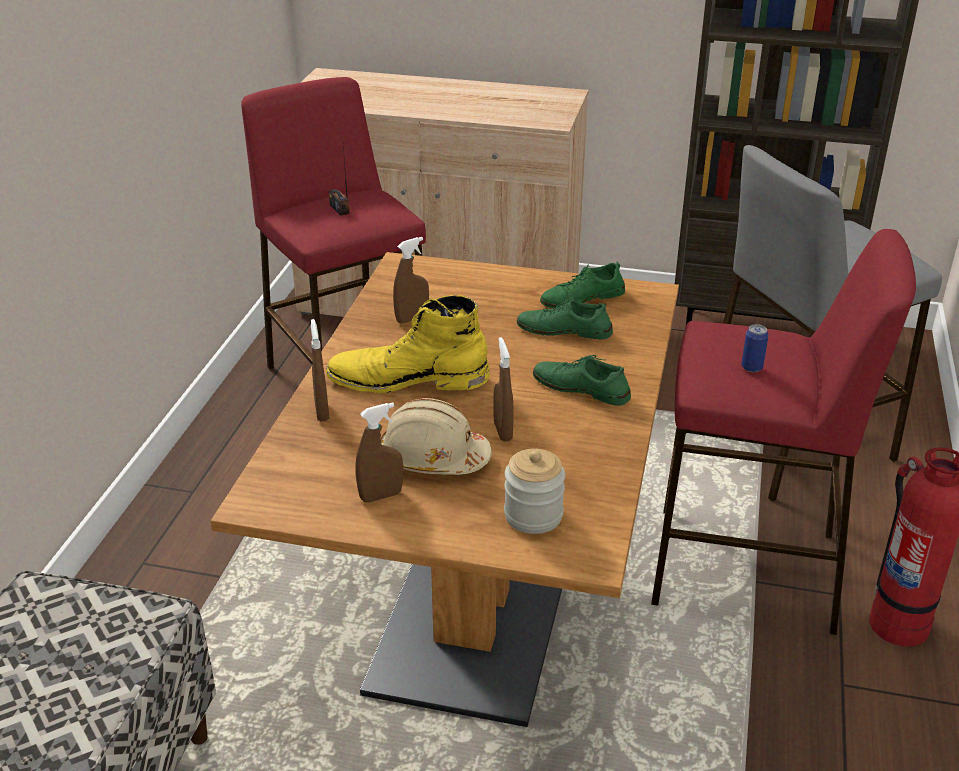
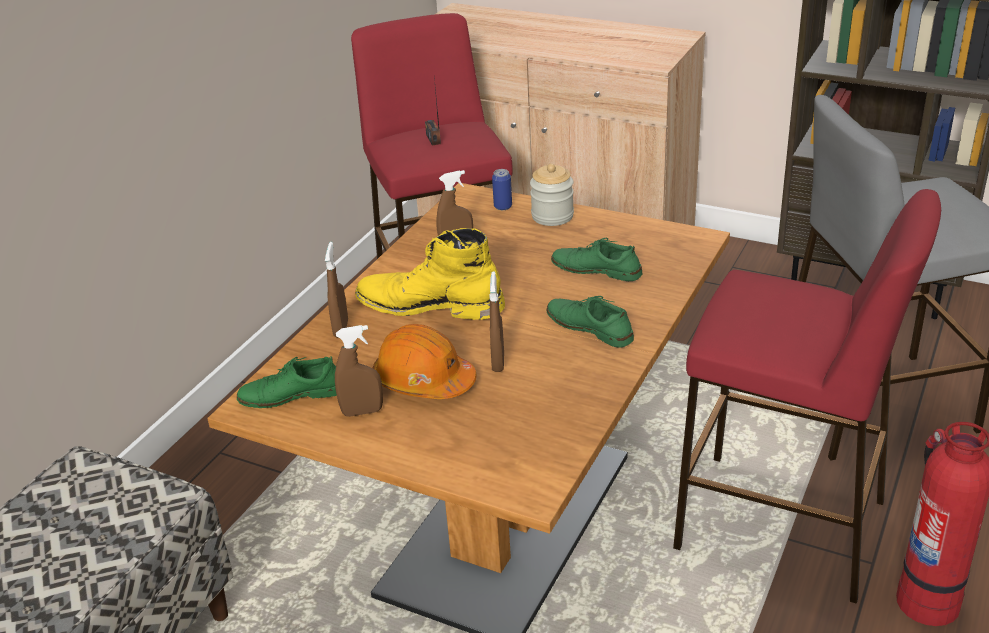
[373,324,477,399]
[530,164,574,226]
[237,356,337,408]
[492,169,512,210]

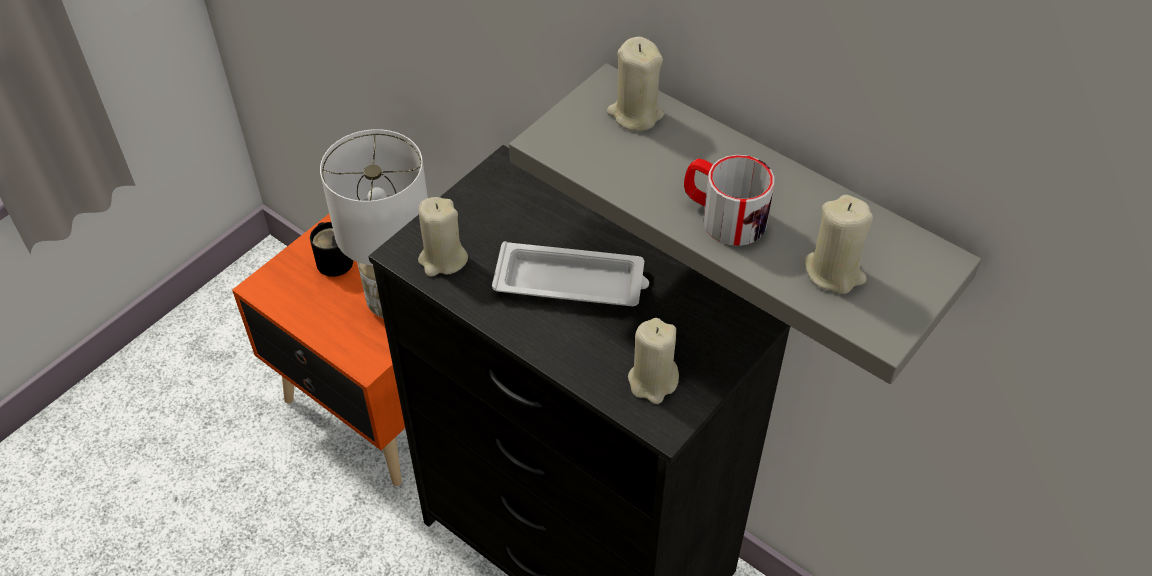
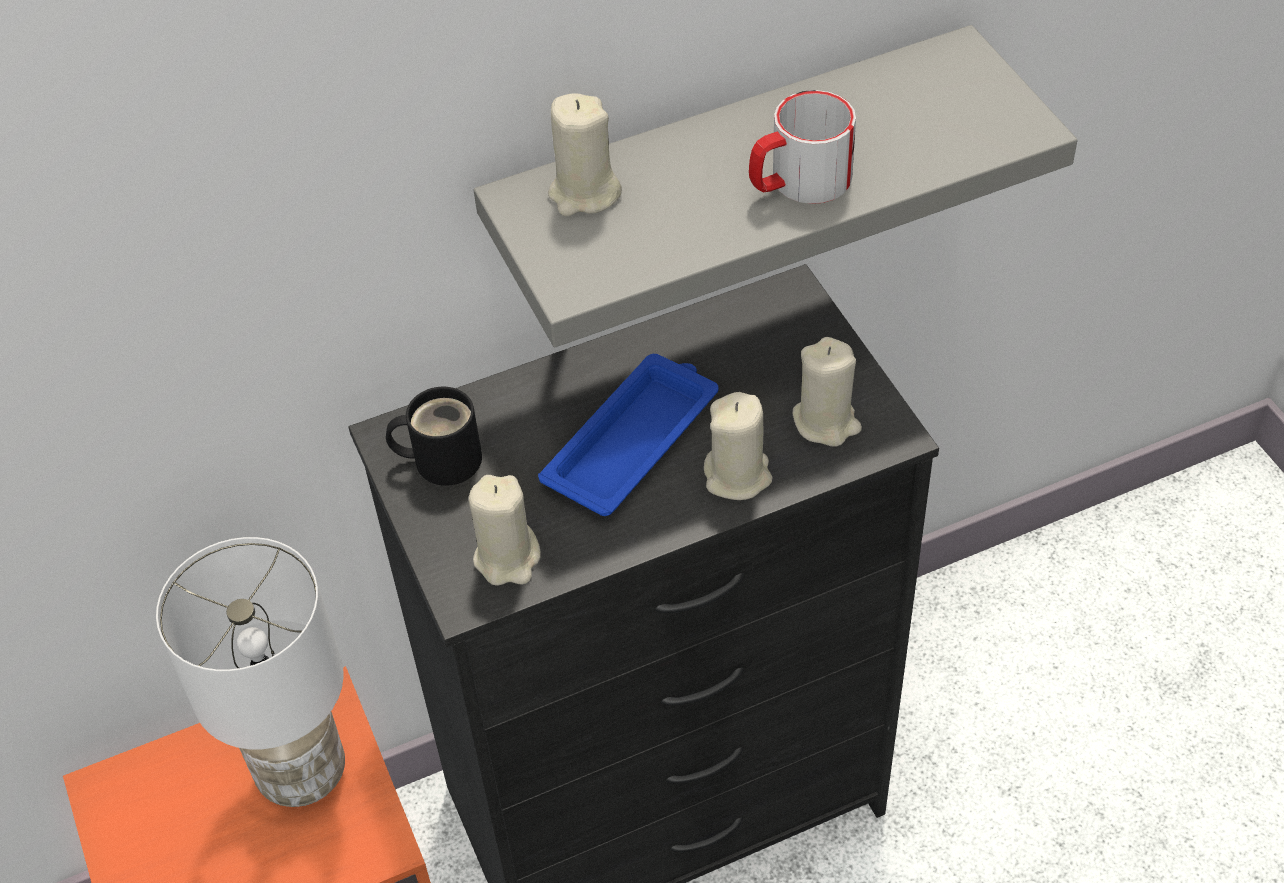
[386,387,482,486]
[538,354,719,516]
[704,392,773,500]

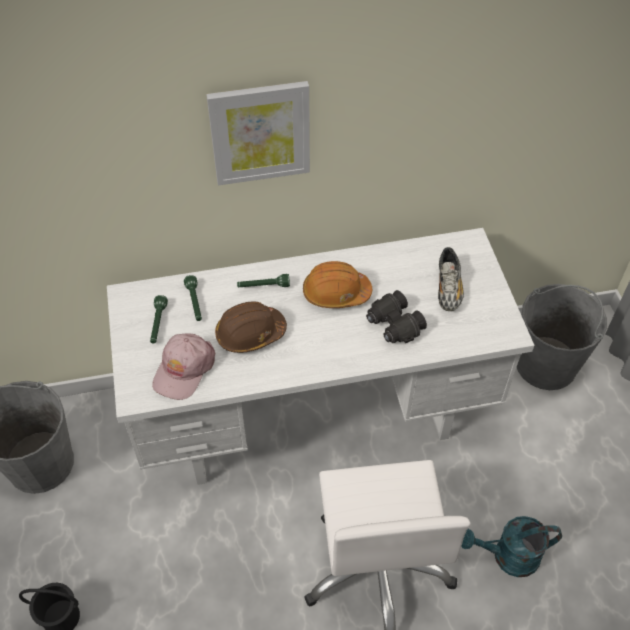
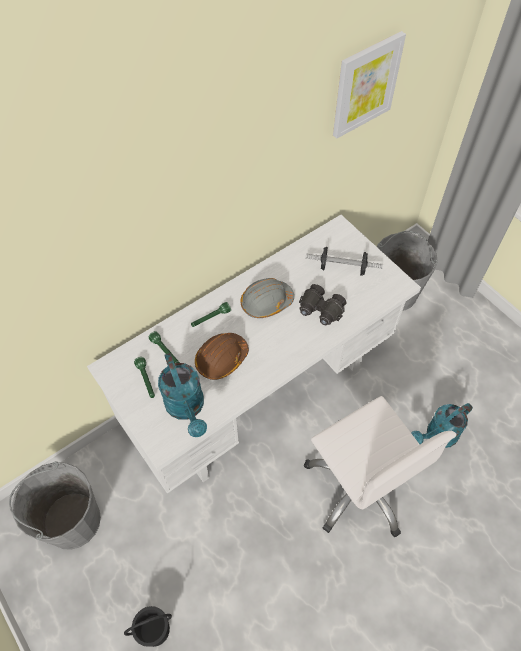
[158,353,207,437]
[333,31,406,139]
[240,278,294,318]
[305,247,383,276]

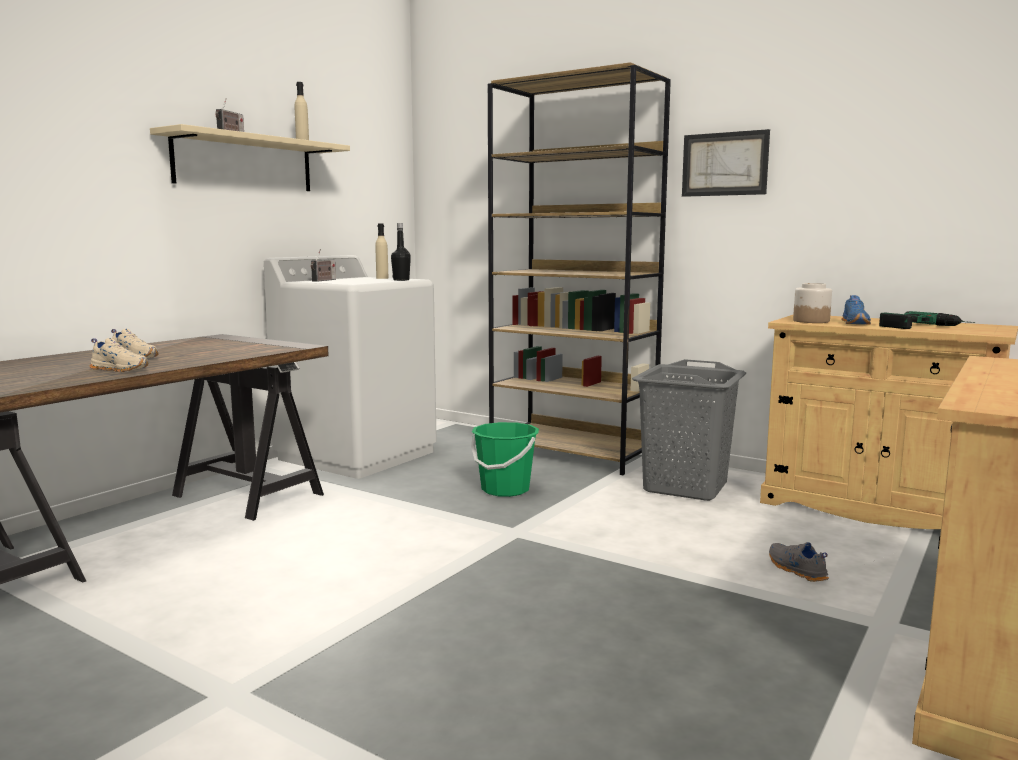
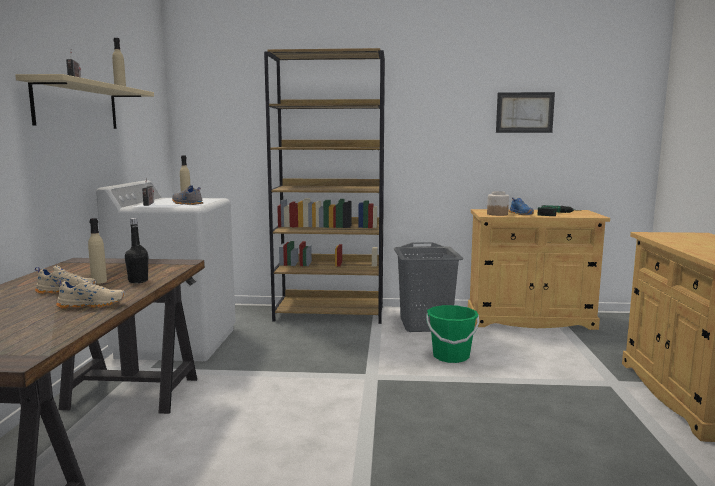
[125,218,148,283]
[426,305,479,363]
[496,92,555,133]
[172,185,204,205]
[88,218,107,284]

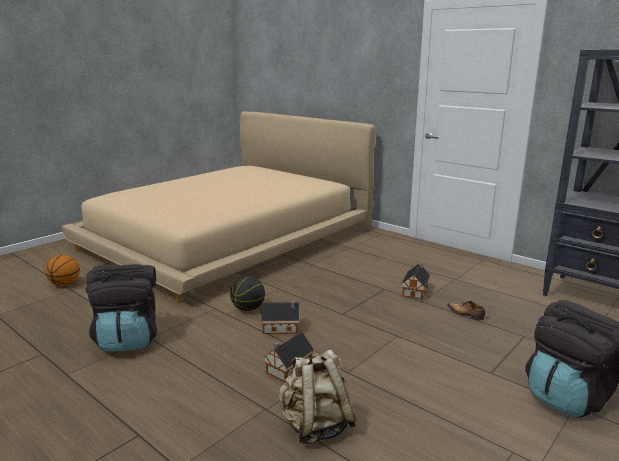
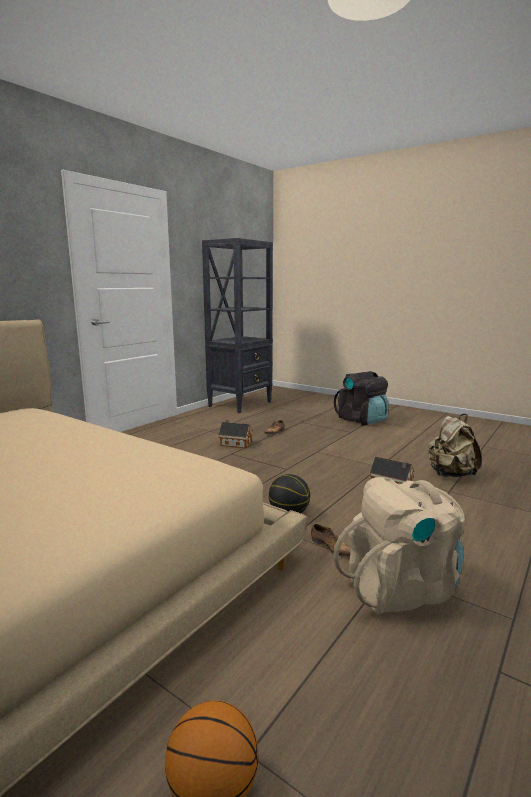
[333,477,465,614]
[261,301,299,334] (first image)
[311,524,351,557]

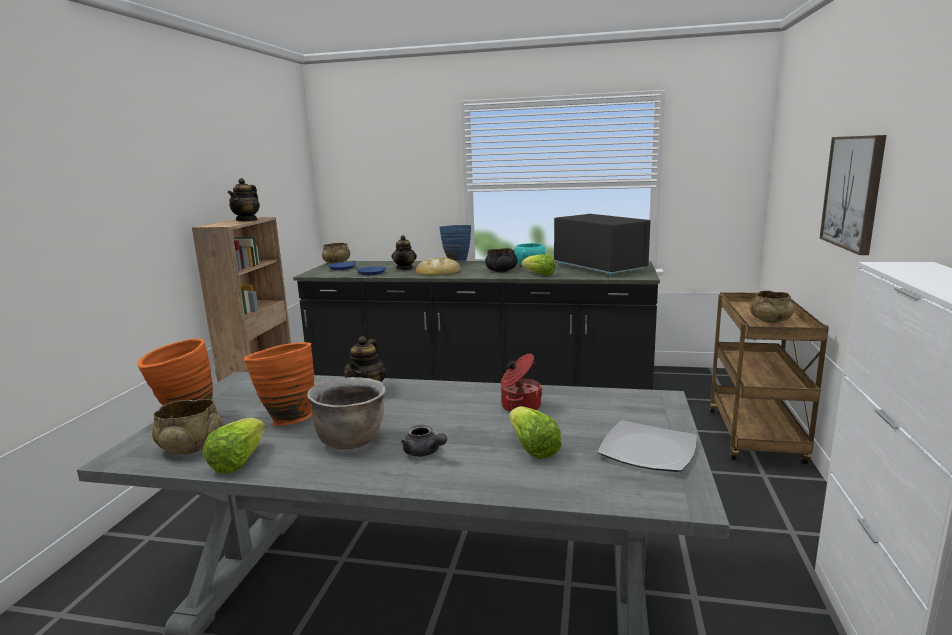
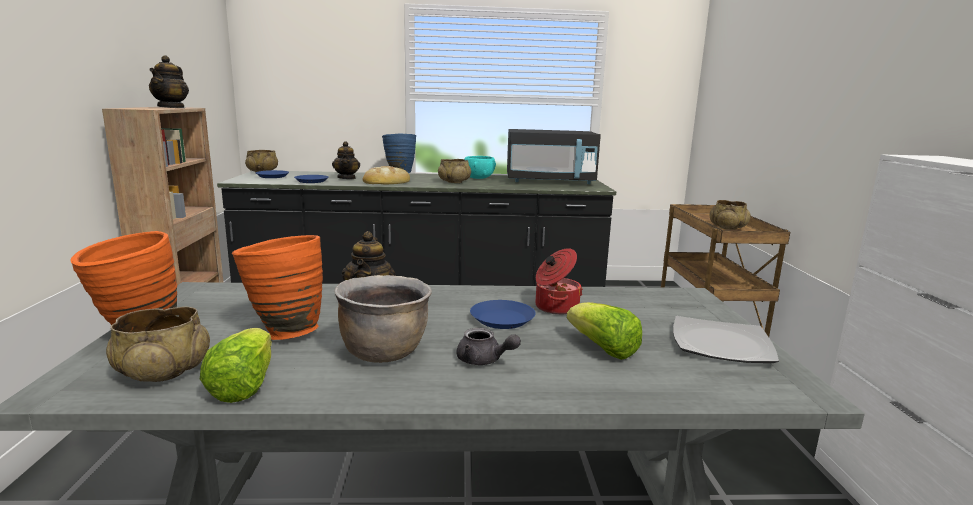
[438,159,471,183]
[521,254,556,276] (first image)
[507,129,601,184]
[819,135,886,255] (first image)
[470,300,536,329]

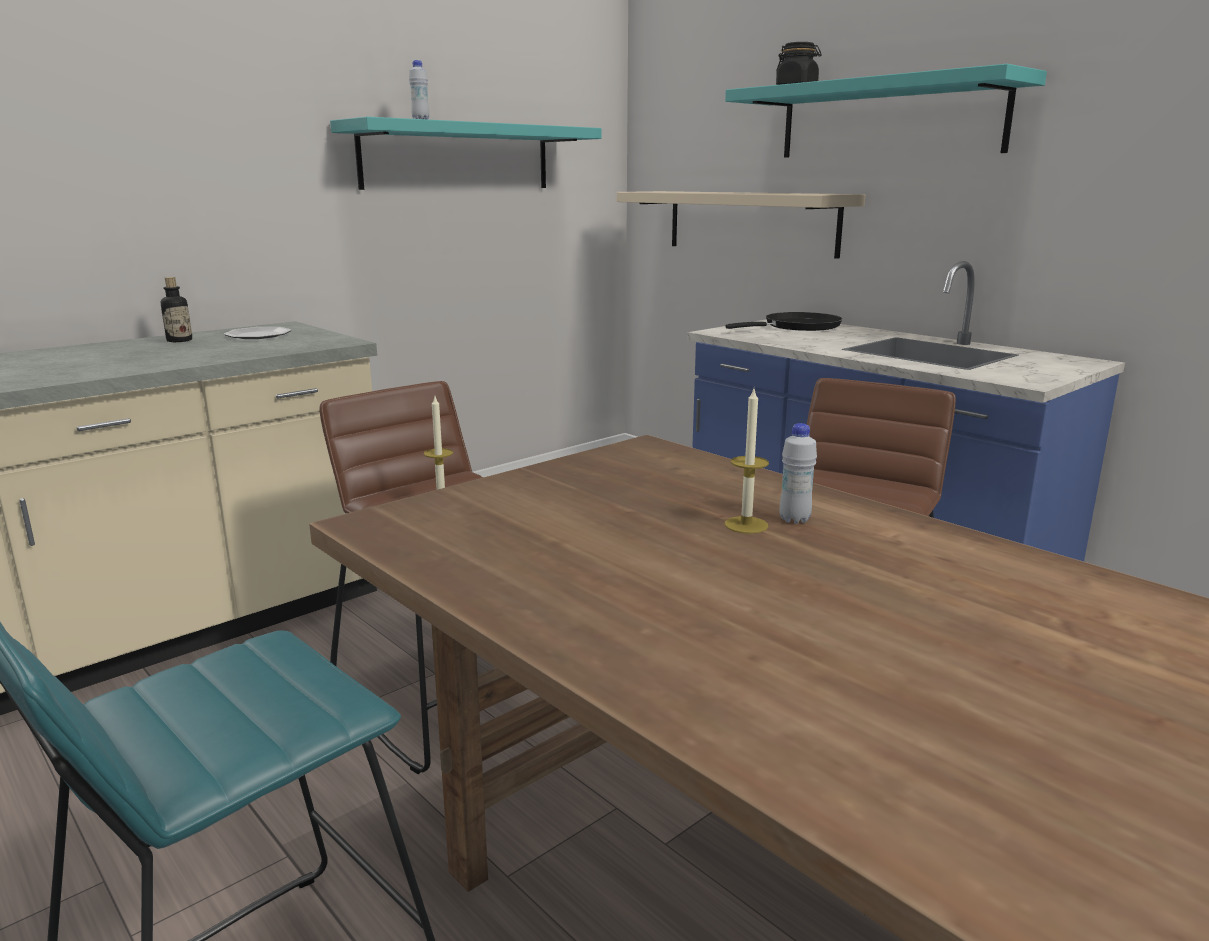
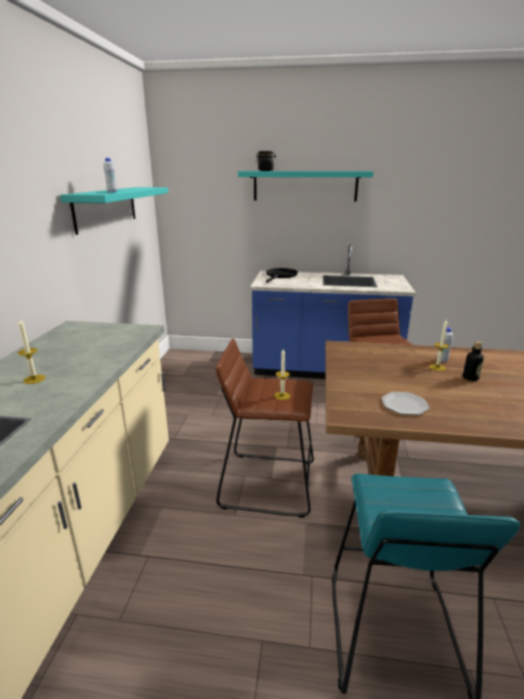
[463,341,484,381]
[382,392,429,415]
[617,191,865,259] (first image)
[18,319,45,384]

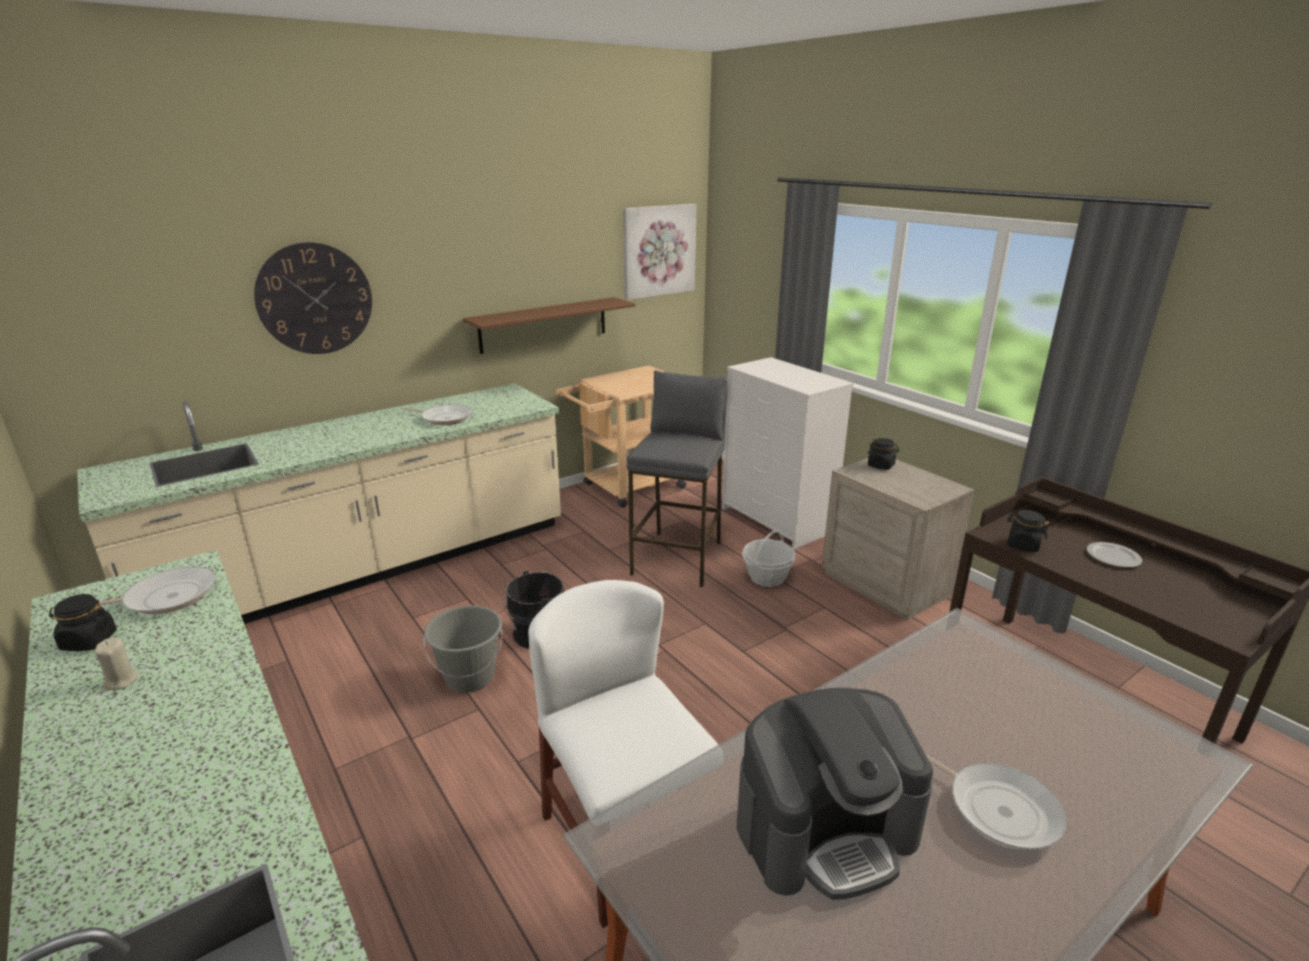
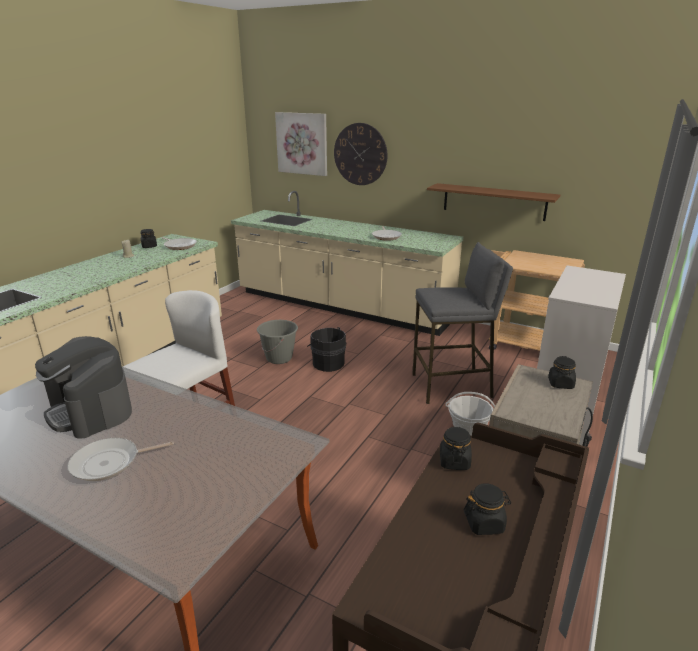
[275,112,327,176]
[67,438,174,481]
[464,483,511,535]

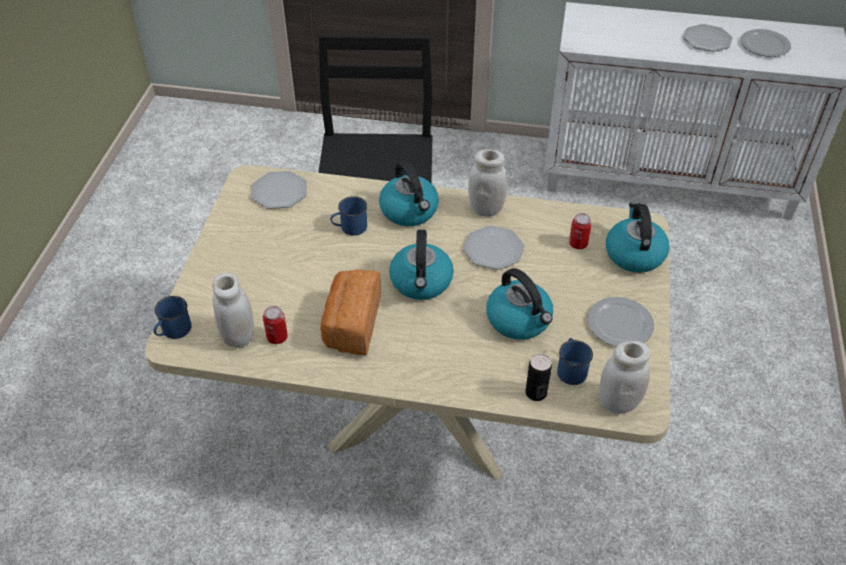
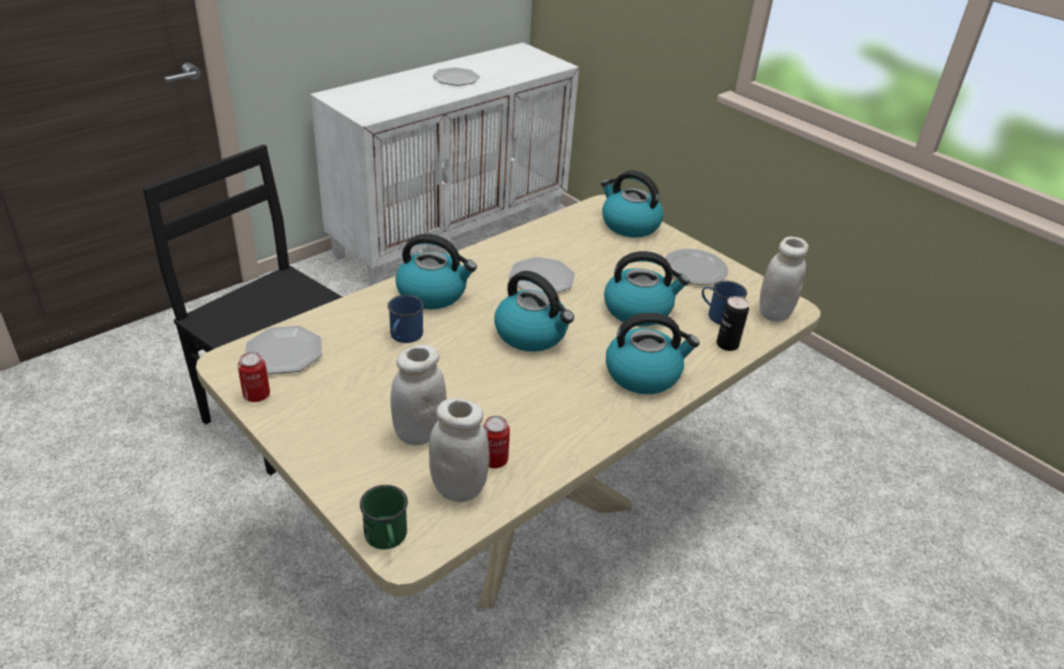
[360,485,408,549]
[320,269,381,355] (first image)
[390,345,447,445]
[238,352,270,402]
[741,29,791,57] (first image)
[606,313,700,394]

